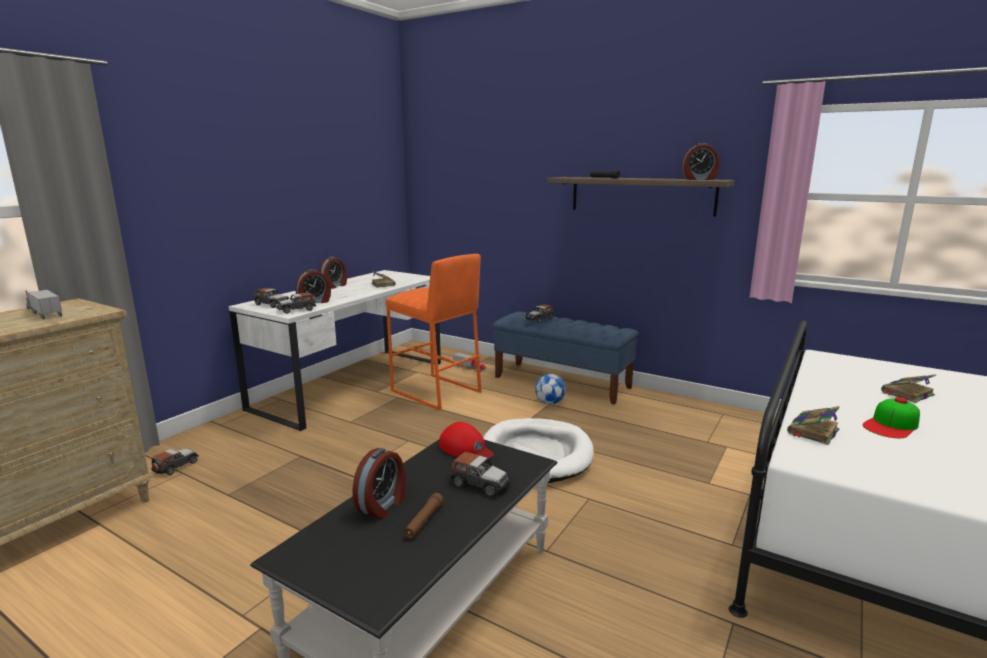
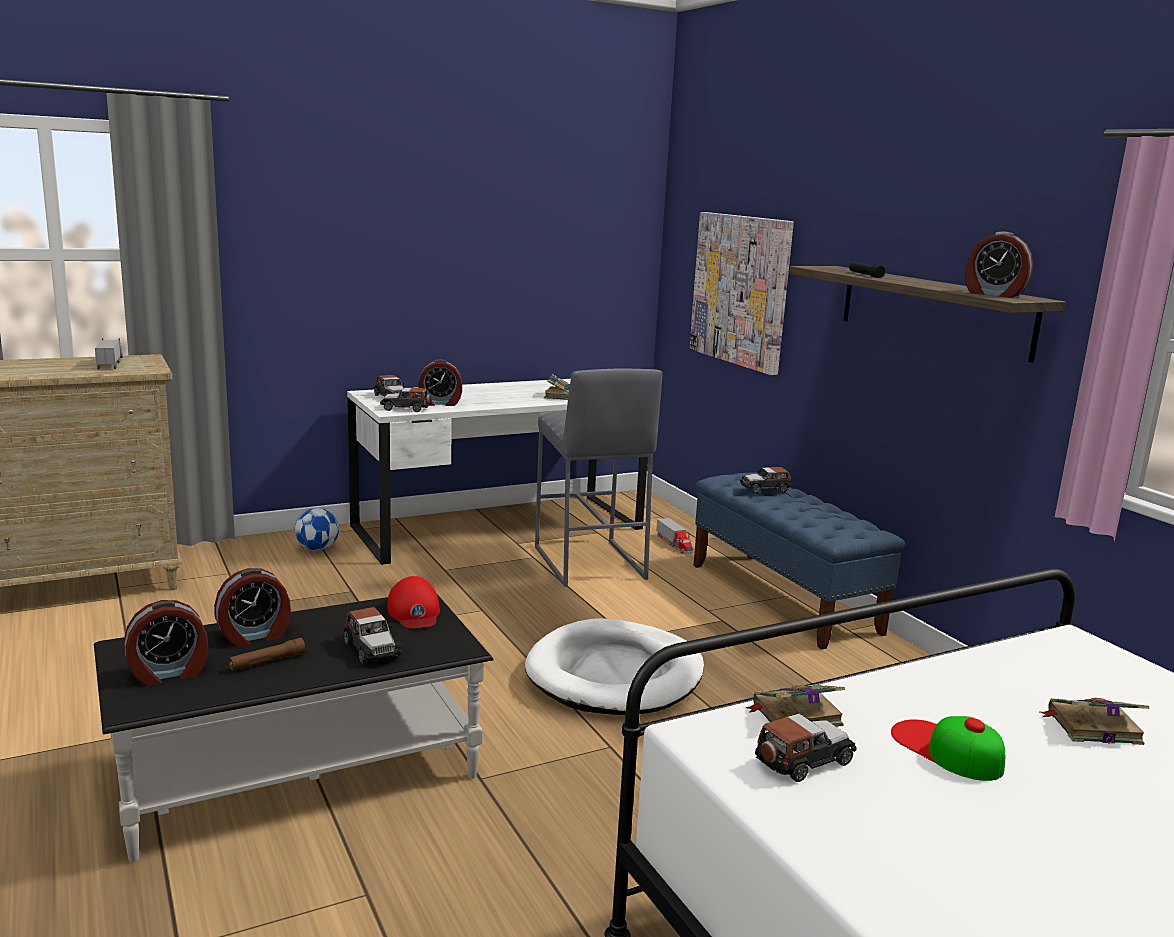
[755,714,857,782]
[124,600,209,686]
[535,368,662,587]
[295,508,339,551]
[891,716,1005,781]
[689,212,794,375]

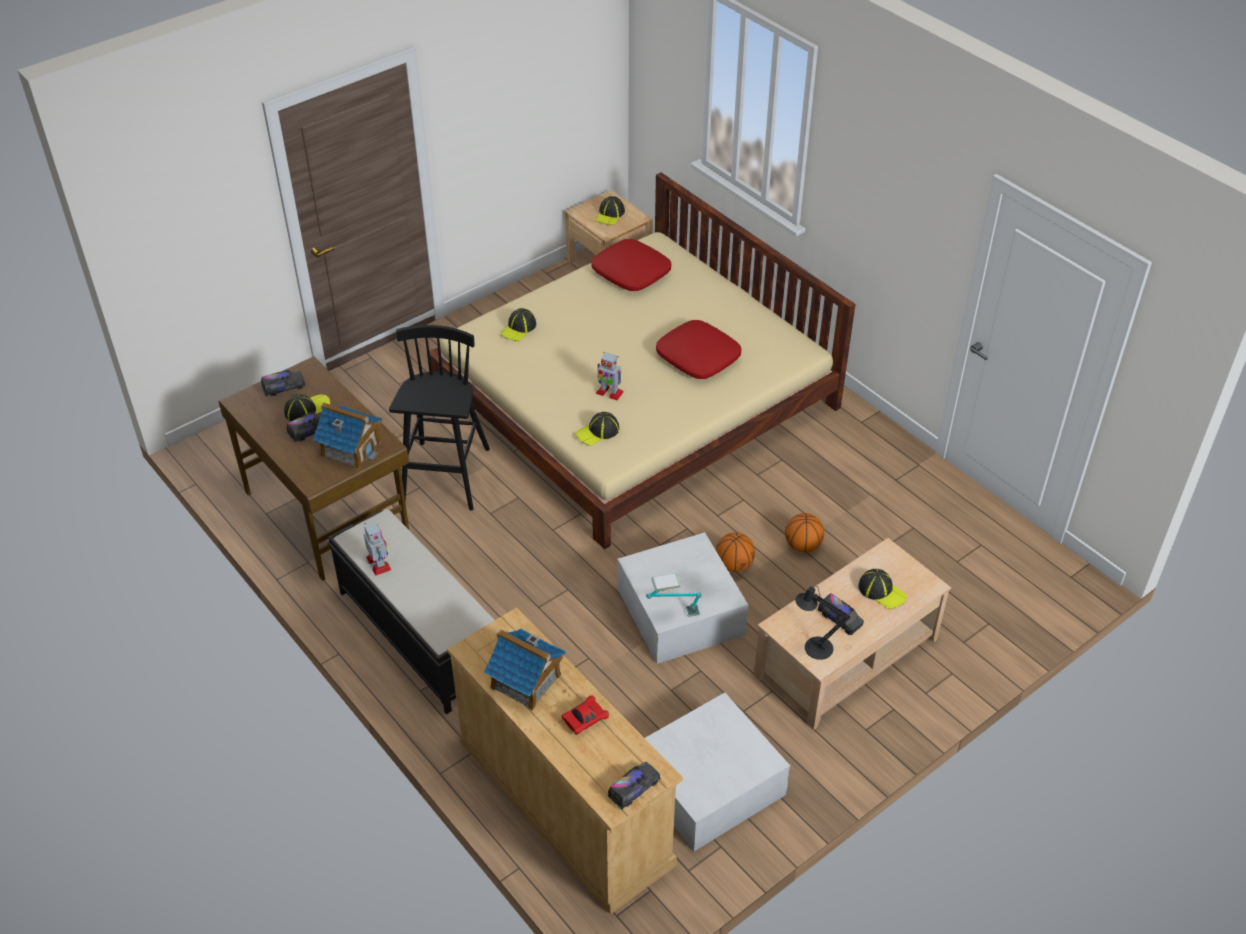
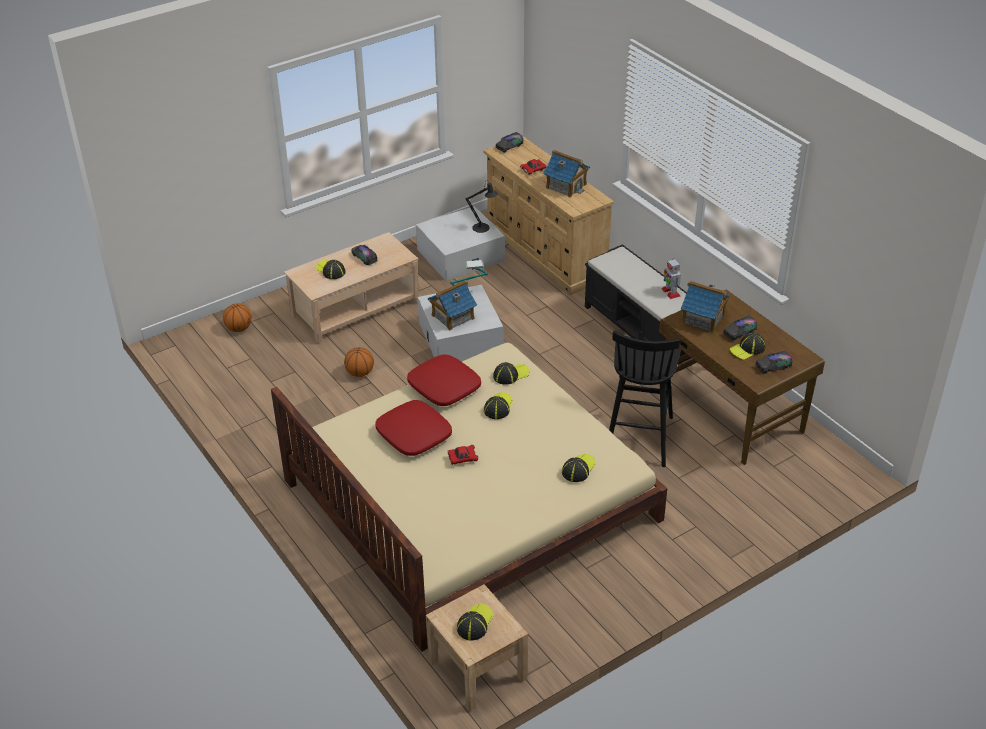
[407,355,481,406]
[484,392,513,419]
[223,303,252,332]
[466,182,498,233]
[428,280,477,330]
[448,445,479,465]

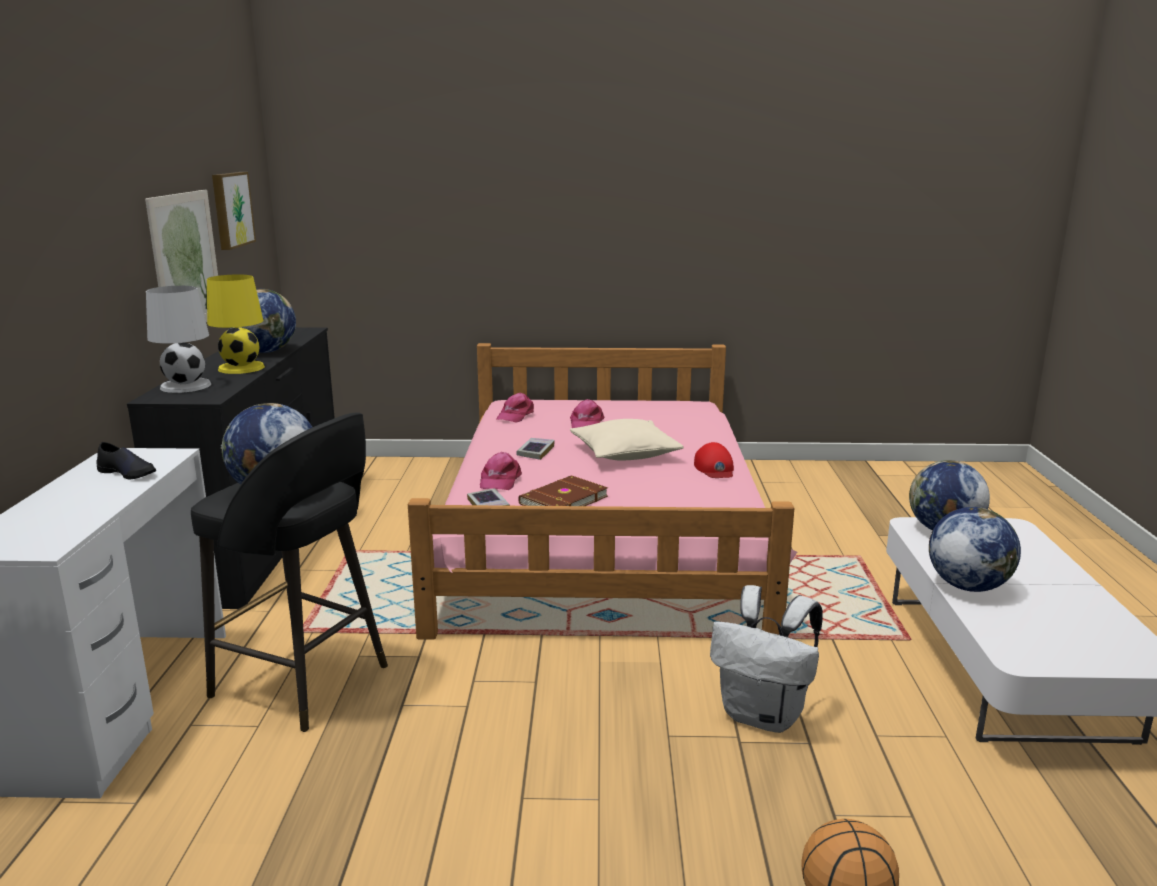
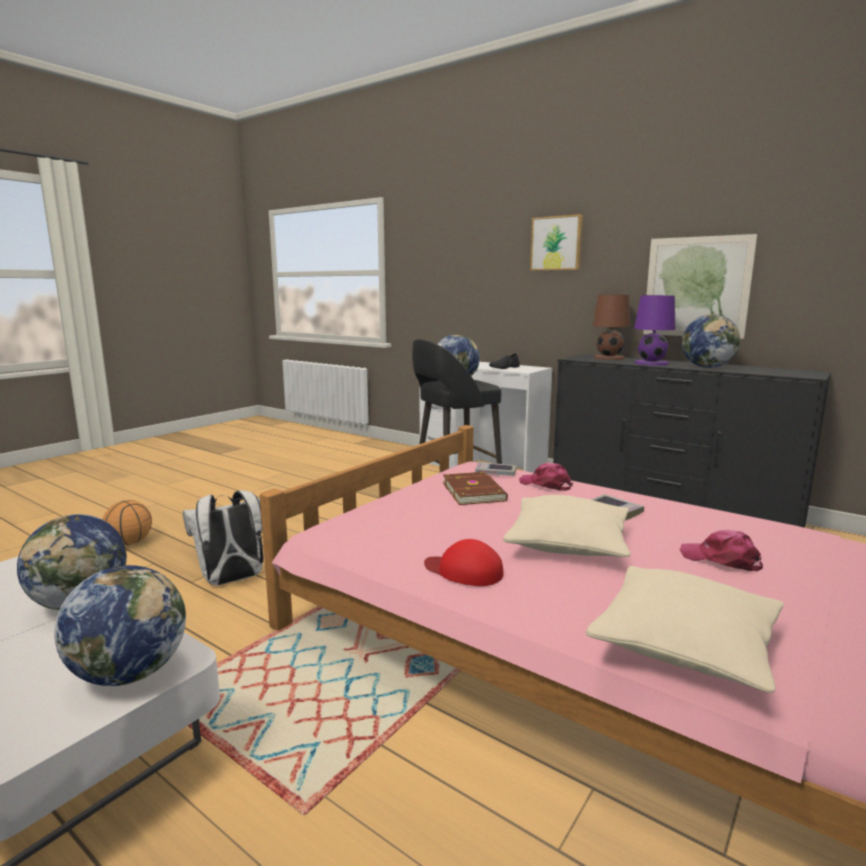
[593,295,630,360]
[634,295,675,366]
[530,214,583,271]
[496,393,534,423] (first image)
[586,566,784,693]

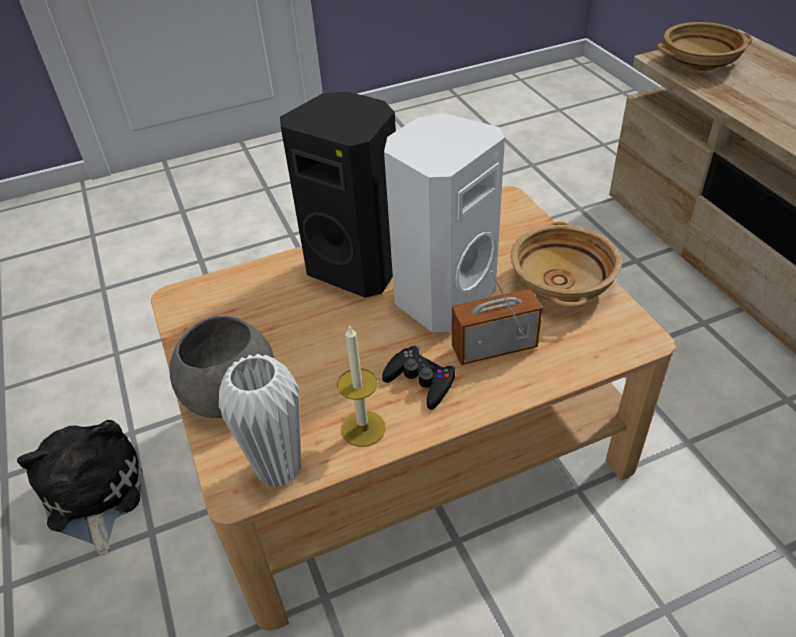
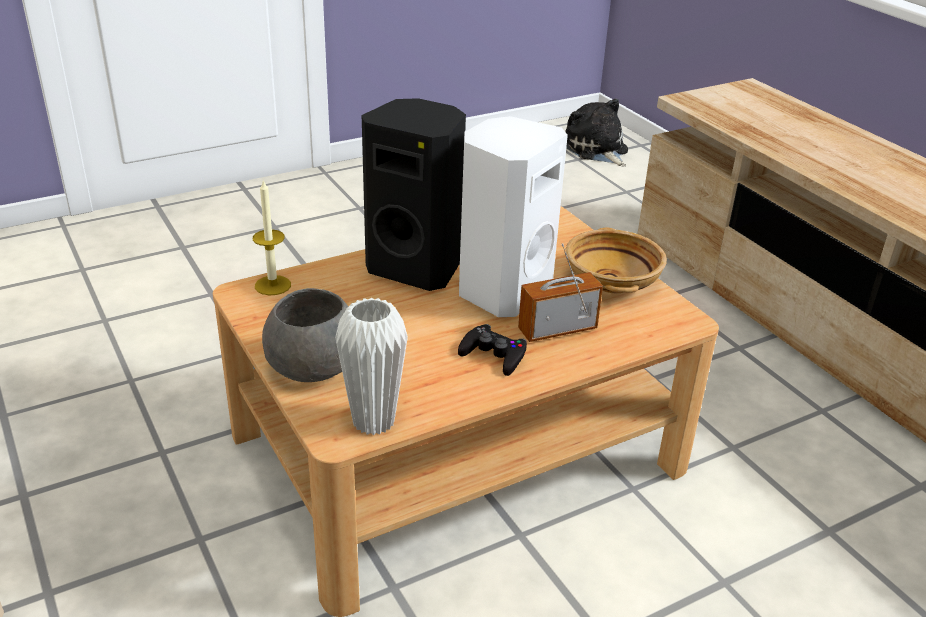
[565,99,628,166]
[253,179,291,295]
[657,22,752,71] (first image)

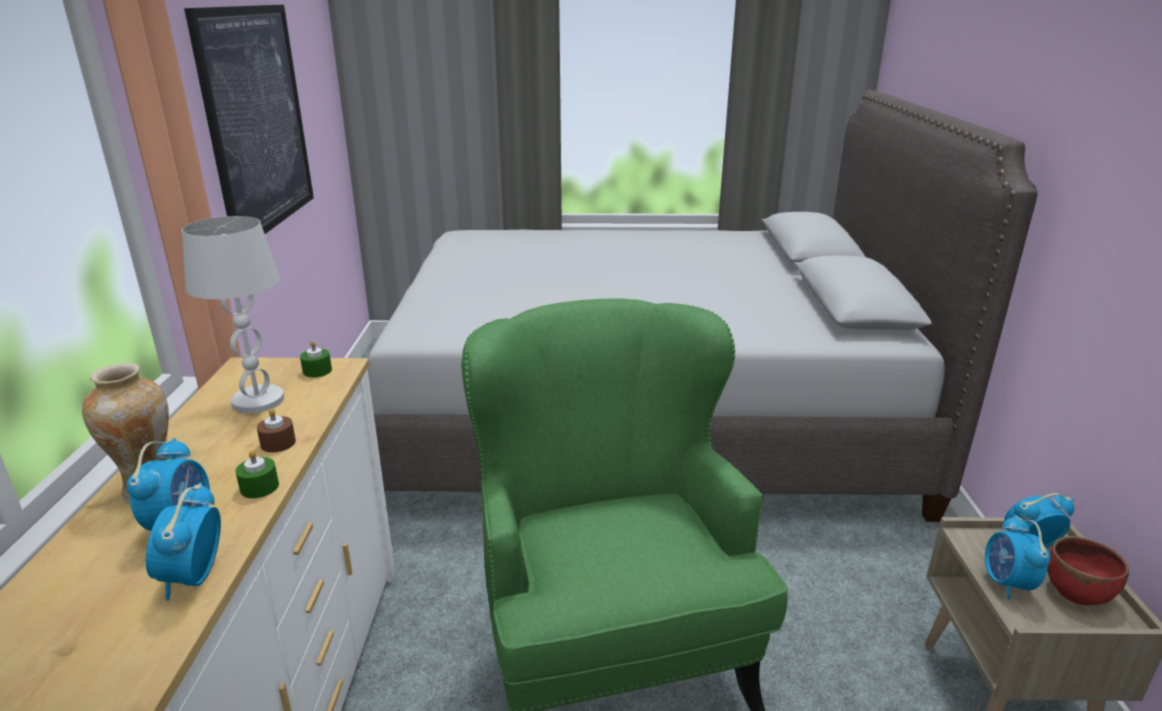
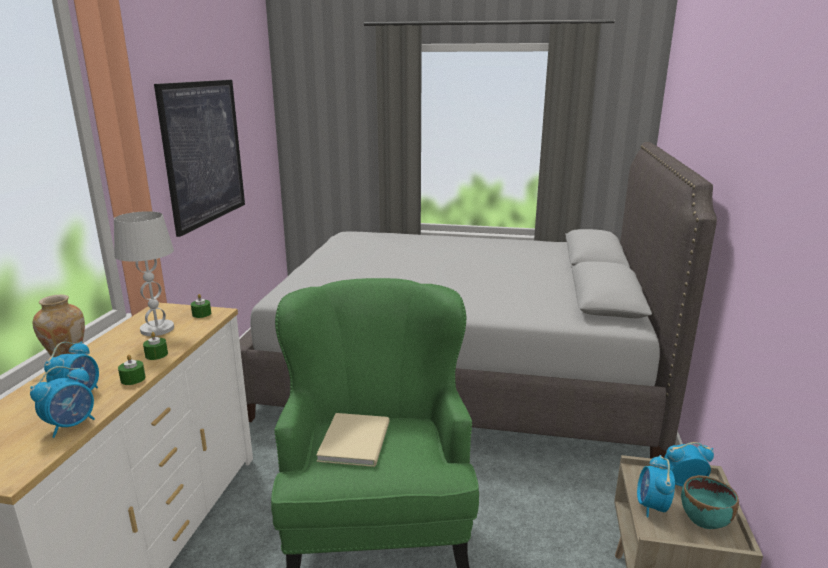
[30,366,95,438]
[143,332,168,360]
[681,475,739,529]
[316,413,389,467]

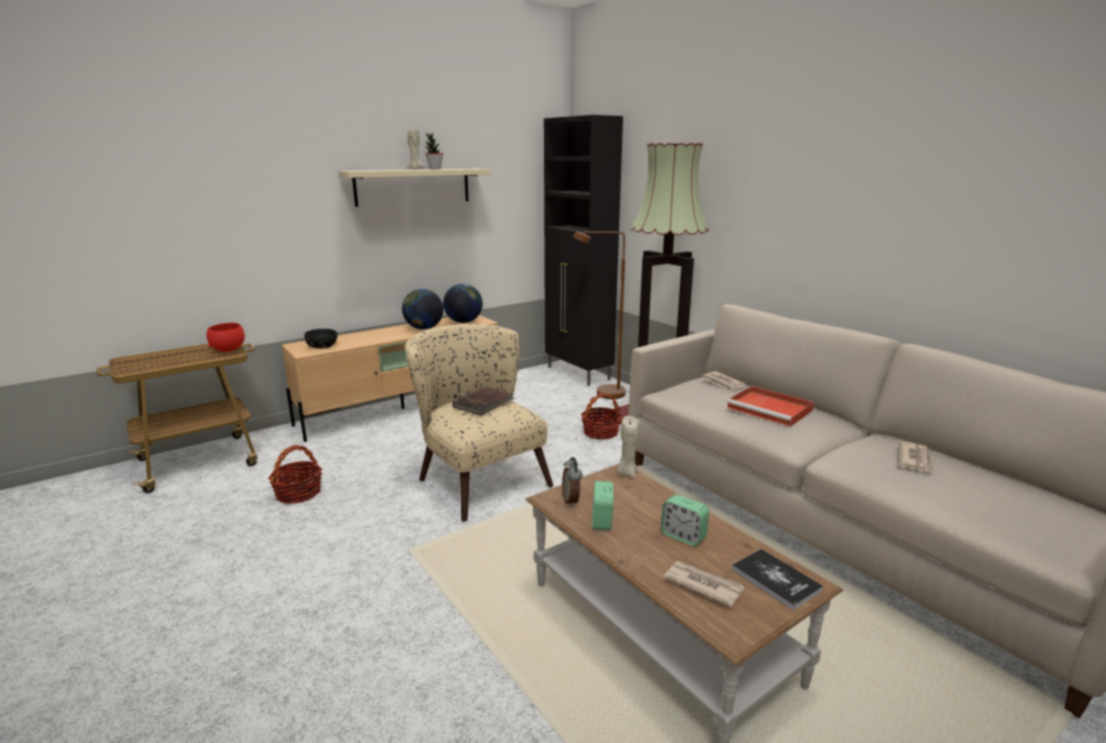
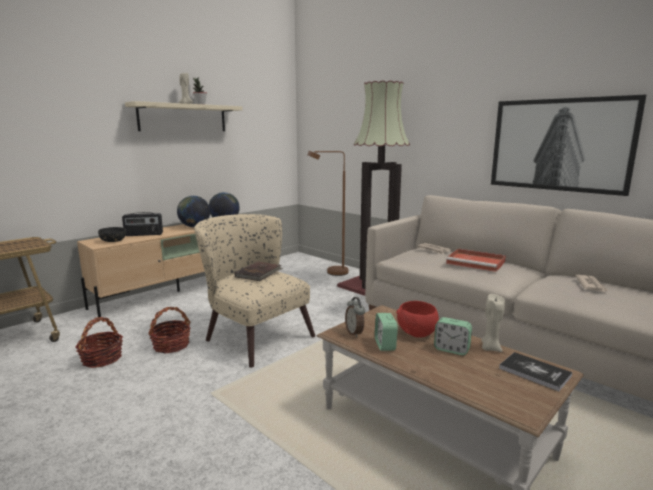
[396,301,439,338]
[544,115,623,386] (first image)
[148,307,191,353]
[481,294,505,352]
[664,561,744,607] (first image)
[122,212,163,236]
[491,95,646,196]

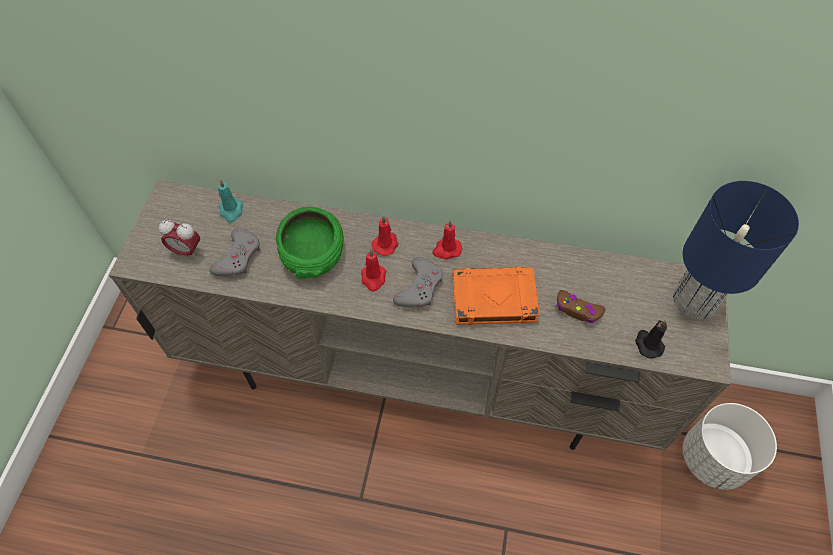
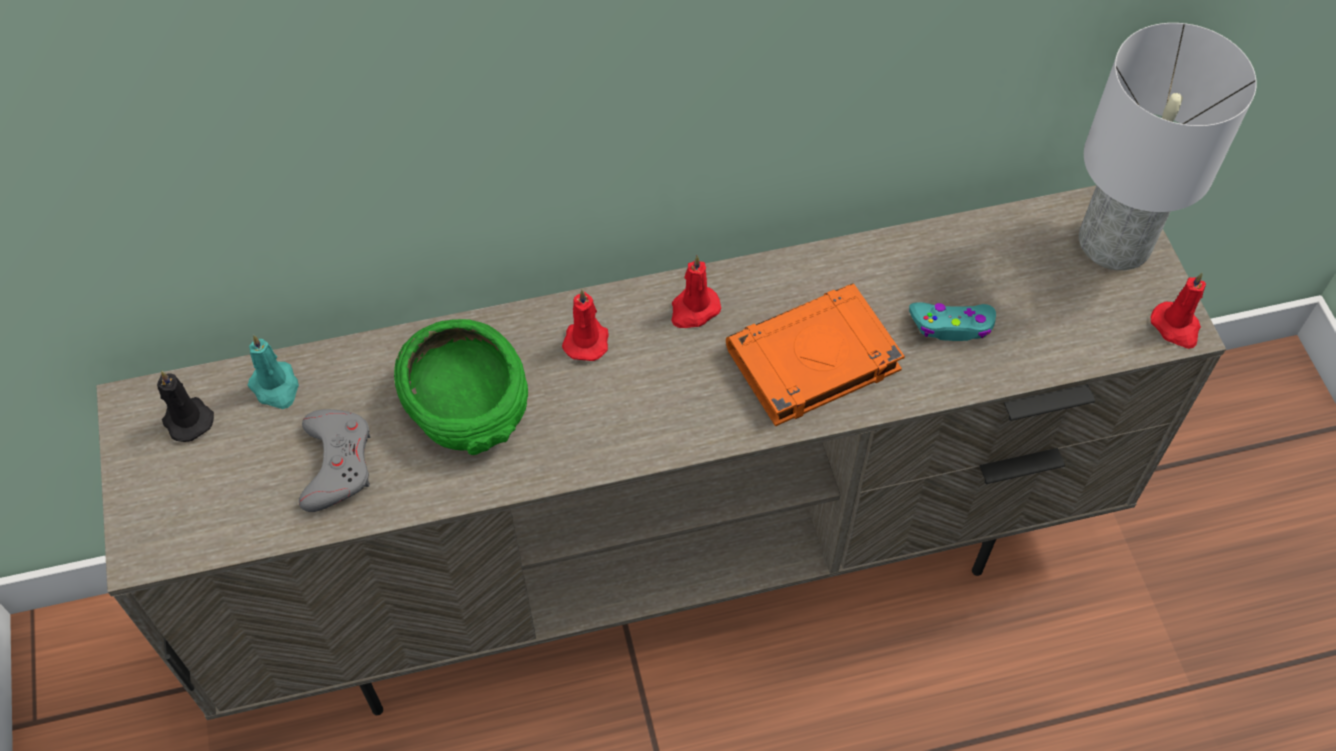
[159,220,200,258] (first image)
[1151,273,1206,349]
[393,257,443,307] (first image)
[909,302,996,341]
[157,370,214,442]
[1079,23,1257,270]
[683,403,777,490] (first image)

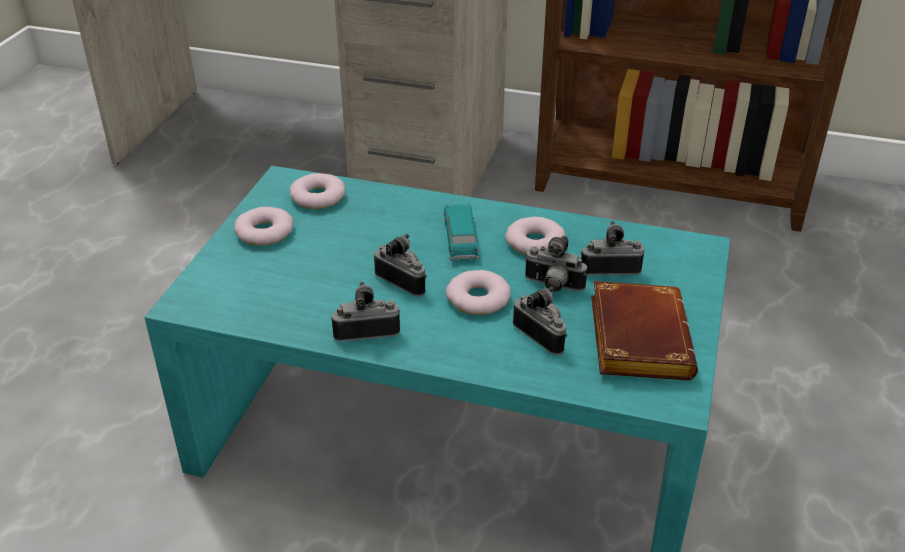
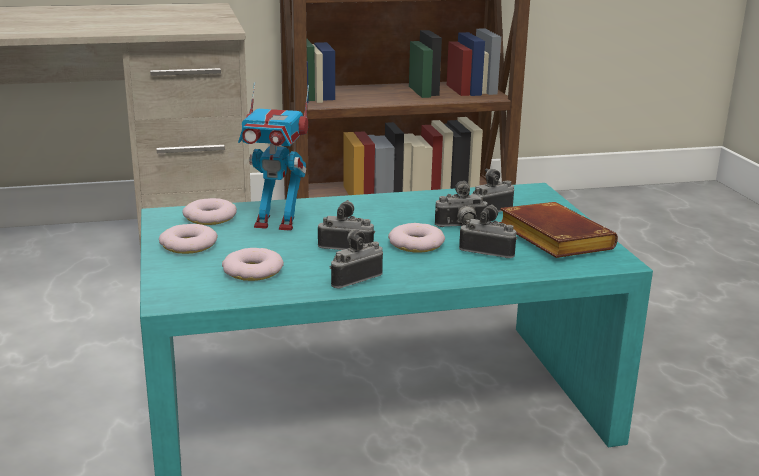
[444,204,479,261] (first image)
[222,248,284,281]
[238,82,309,231]

